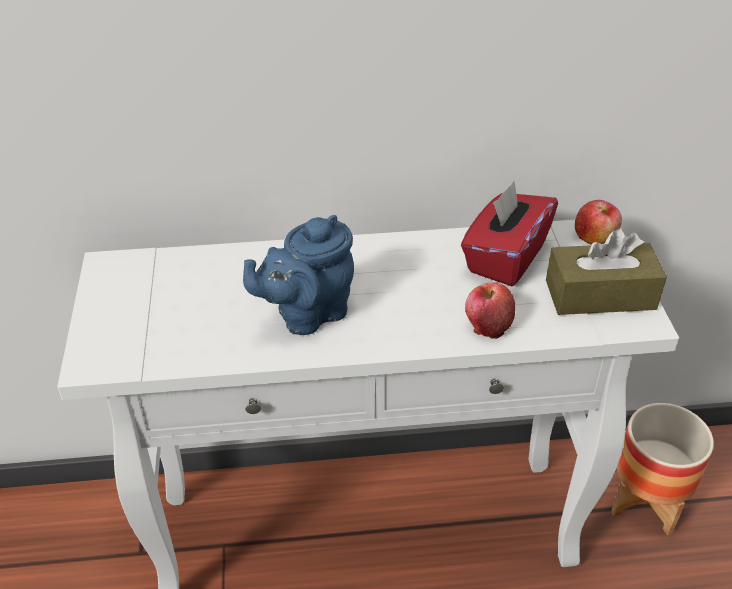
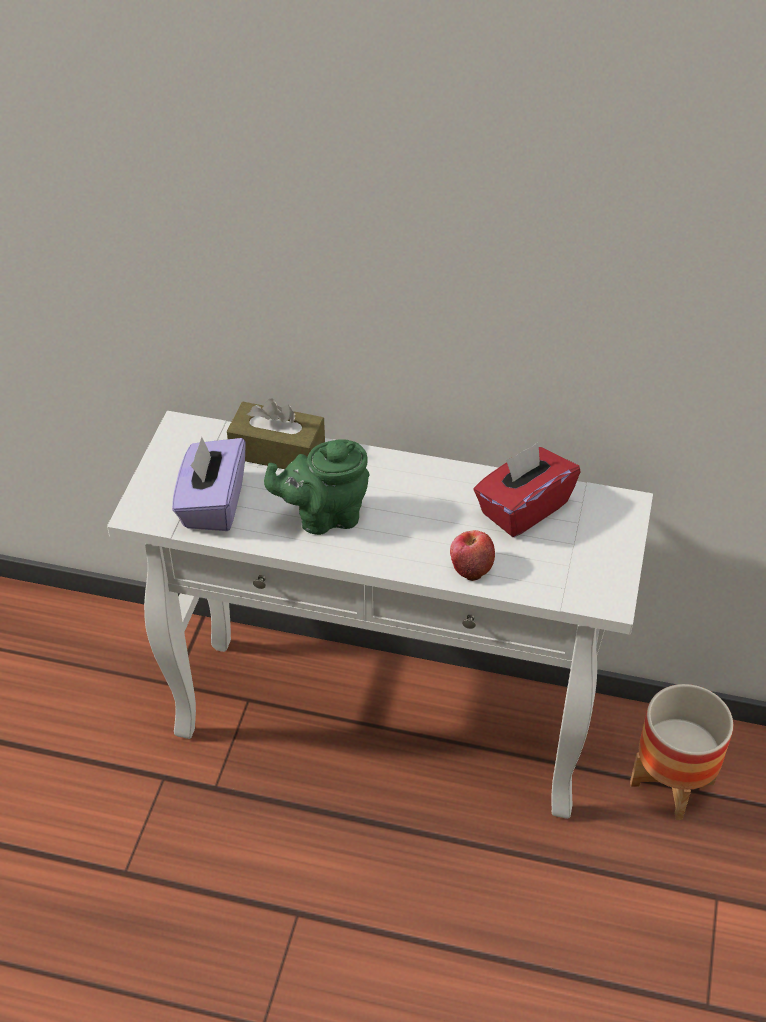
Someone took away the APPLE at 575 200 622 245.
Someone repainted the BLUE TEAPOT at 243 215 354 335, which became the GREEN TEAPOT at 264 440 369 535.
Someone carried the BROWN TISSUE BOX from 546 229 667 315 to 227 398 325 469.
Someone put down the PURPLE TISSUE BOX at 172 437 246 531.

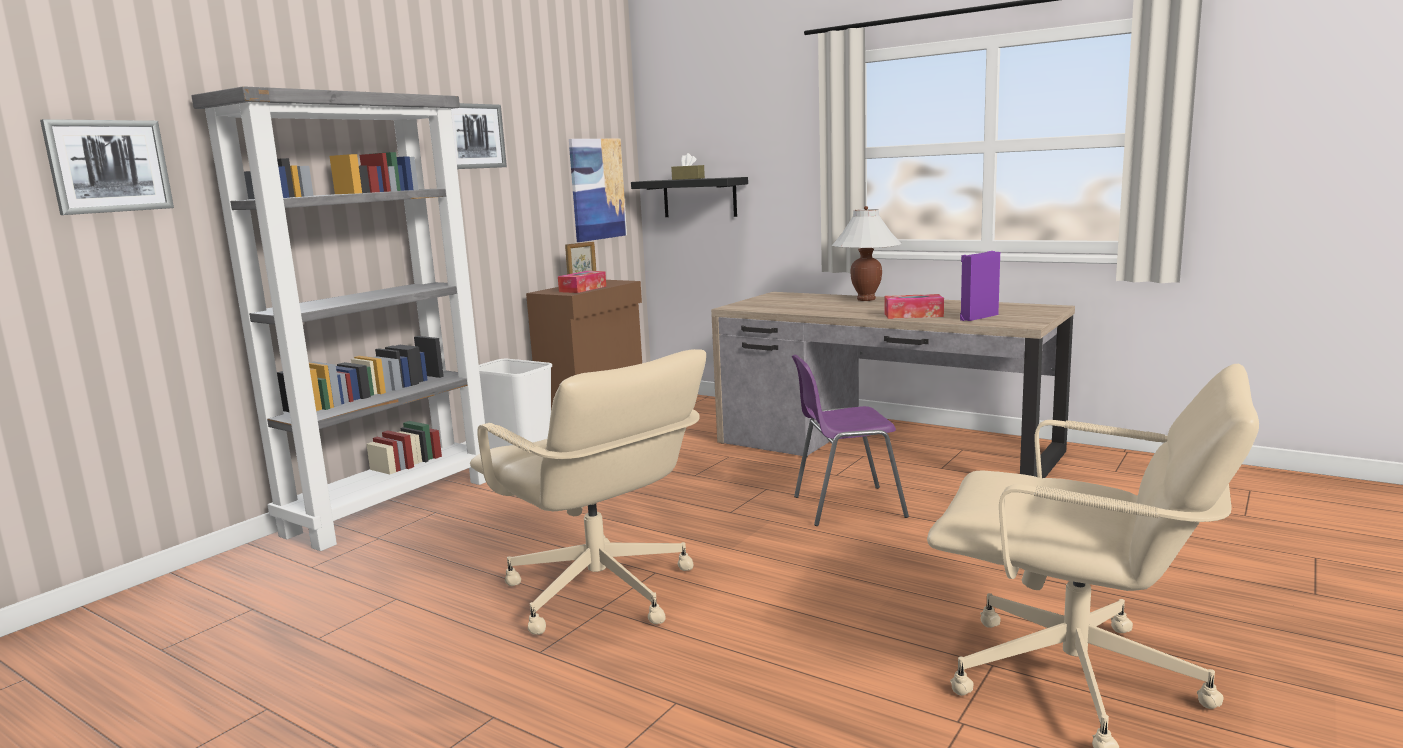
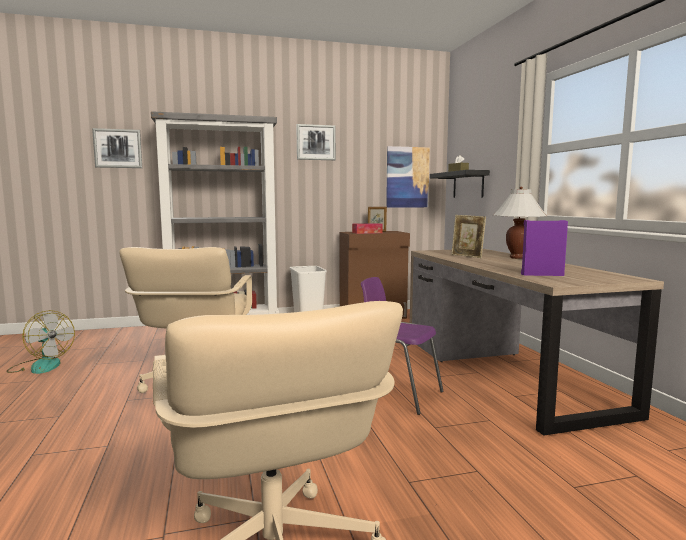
Someone took away the TISSUE BOX at 885 294 944 319.
Someone put down the PICTURE FRAME at 451 215 486 258.
Someone put down the FAN at 6 310 75 374.

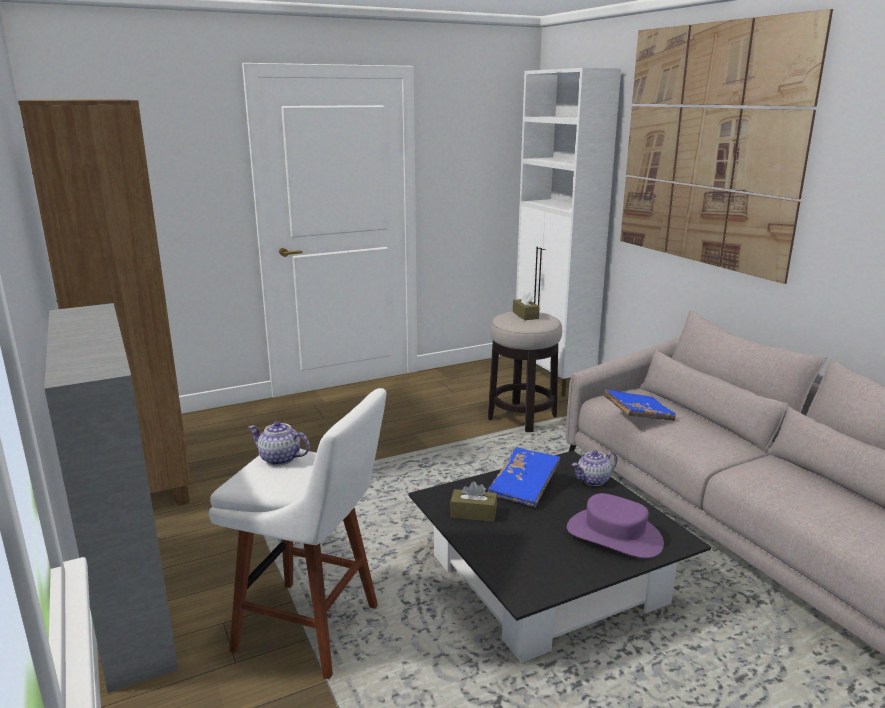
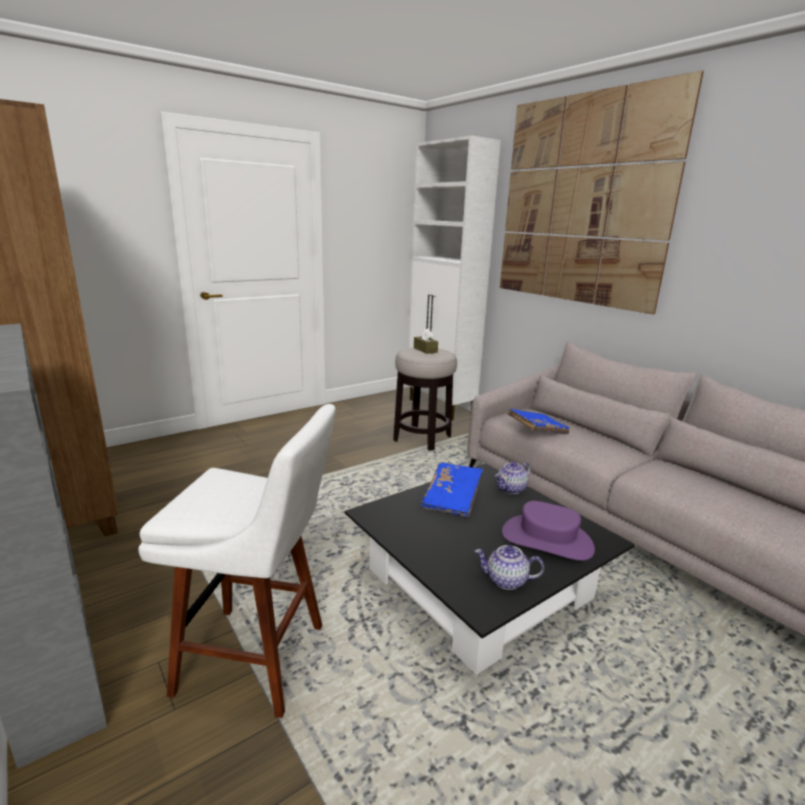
Someone carried the TEAPOT from 248 421 310 466 to 475 545 544 590.
Someone took away the BROWN TISSUE BOX at 450 481 497 522.

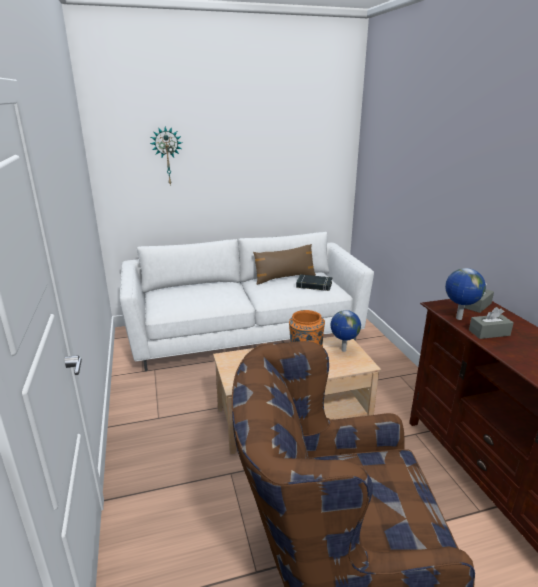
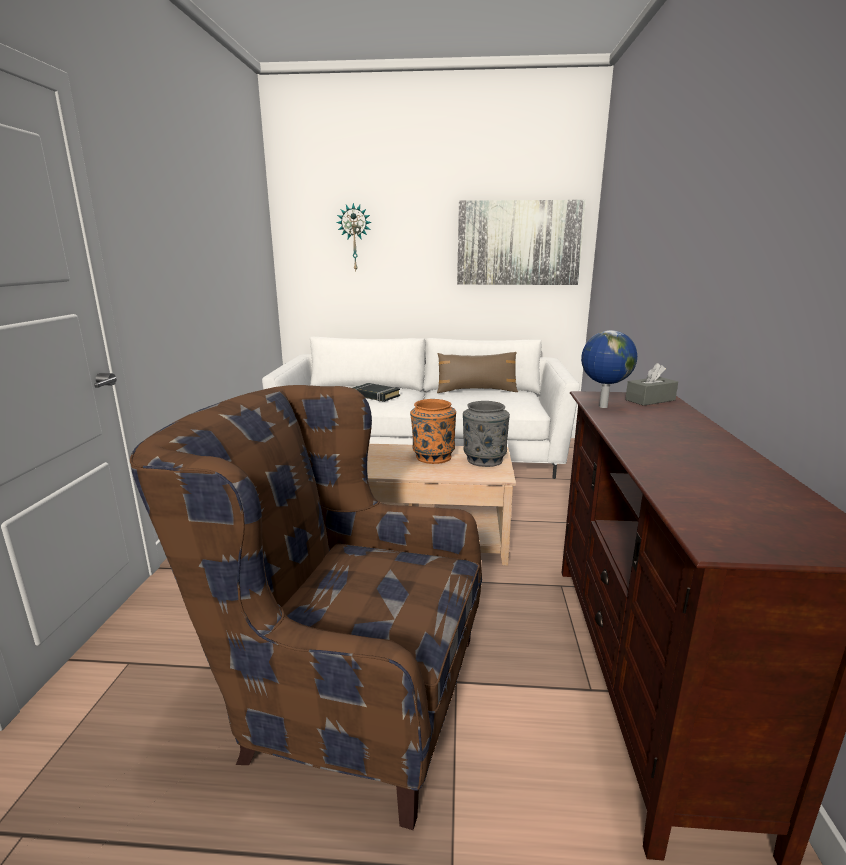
Someone carried the BLACK BOOK from 296 274 332 291 to 353 383 400 402.
Someone took away the GREY TISSUE BOX at 469 307 514 339.
Someone swapped the GLOBE at 330 310 361 352 for the GREY VASE at 463 401 510 467.
Someone put up the PICTURE at 457 200 586 285.

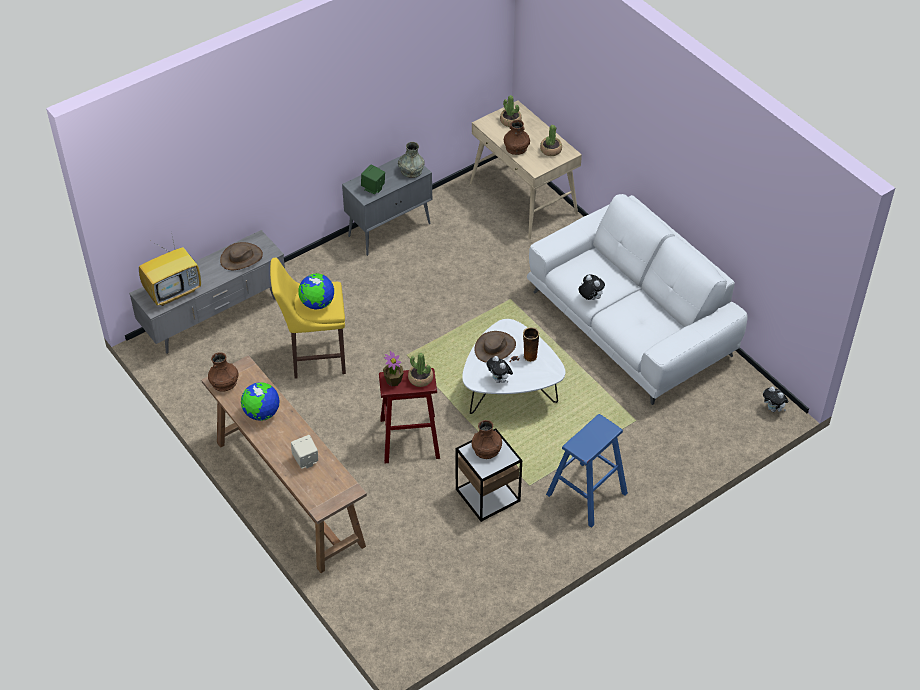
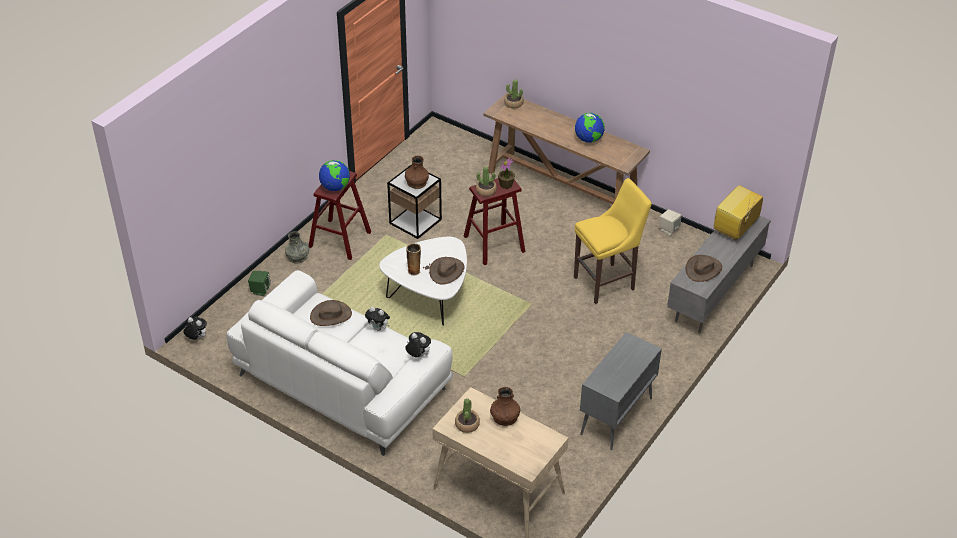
Someone carried the POTTED PLANT from 500 95 522 127 to 504 79 524 108.
Someone carried the GREY VASE from 398 142 425 178 to 285 231 309 264.
Someone carried the GREEN SPEAKER from 361 164 385 194 to 248 271 271 296.
Someone carried the GLOBE from 298 273 334 310 to 319 160 350 191.
Someone took away the BROWN VASE at 208 352 239 392.
Someone carried the PLUSH TOY from 486 356 513 383 to 405 332 431 358.
Someone repainted the BLUE STOOL at 546 414 628 528, which became the RED STOOL at 309 171 371 260.
Someone carried the BEIGE SPEAKER from 291 435 318 469 to 660 209 681 235.
Someone put down the BROWN HAT at 310 300 352 326.

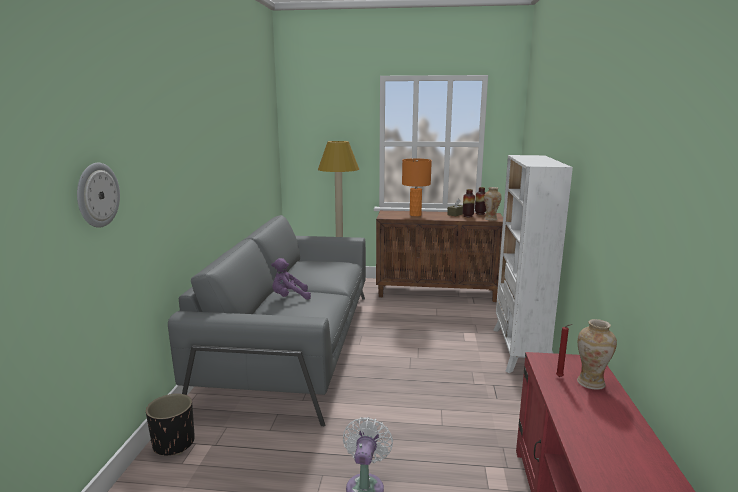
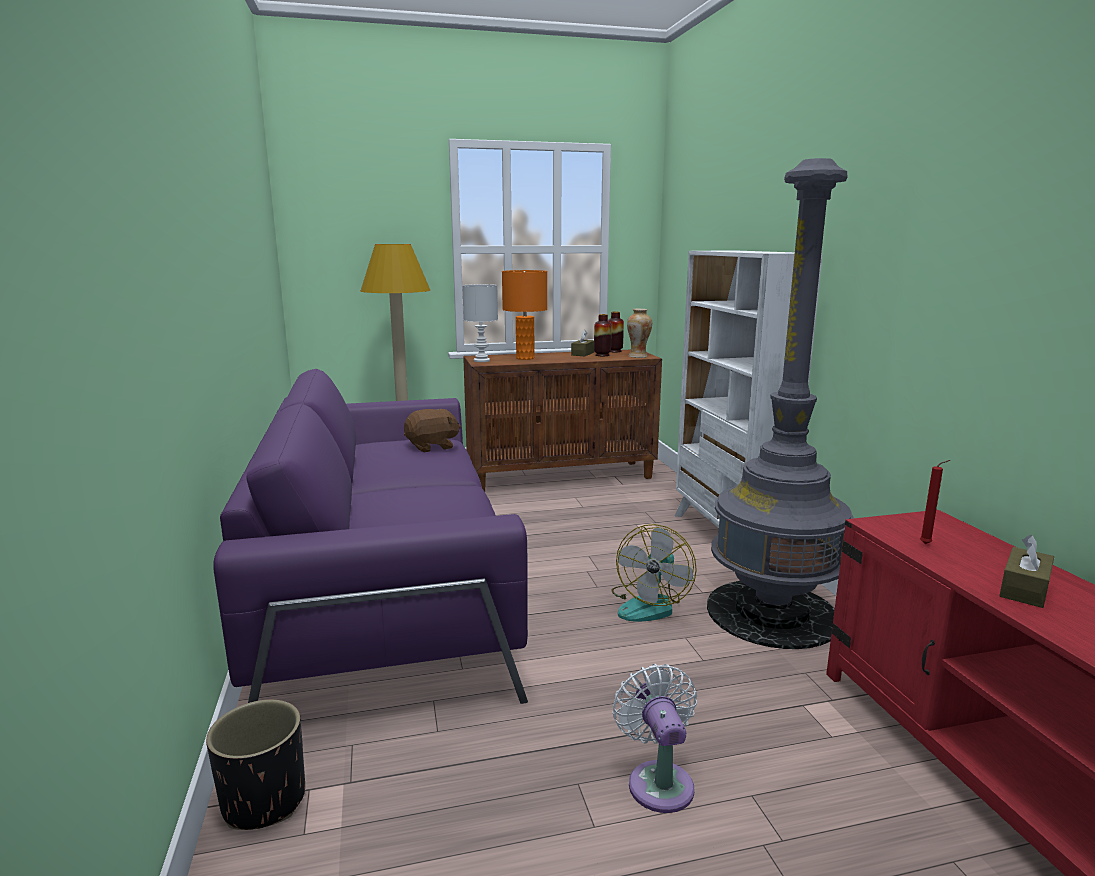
Someone took away the WALL CLOCK at 77 163 120 228.
Someone repainted the GREY SOFA at 168 215 366 426, which became the PURPLE SOFA at 213 369 528 704.
Someone took away the PURPLE PLUSH TOY at 271 258 311 300.
Someone took away the VASE at 577 319 617 390.
Someone put down the GREY FLOOR LAMP at 707 158 854 649.
Someone put down the WHITE TABLE LAMP at 462 284 498 362.
Someone put down the BROWN PLUSH TOY at 404 409 461 452.
Someone put down the FAN at 611 524 697 621.
Someone put down the BROWN TISSUE BOX at 999 535 1054 608.

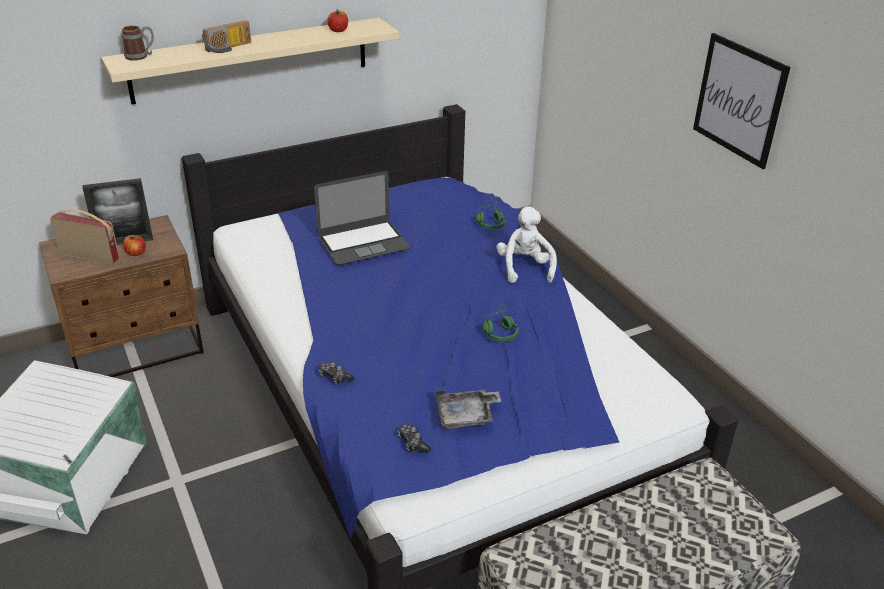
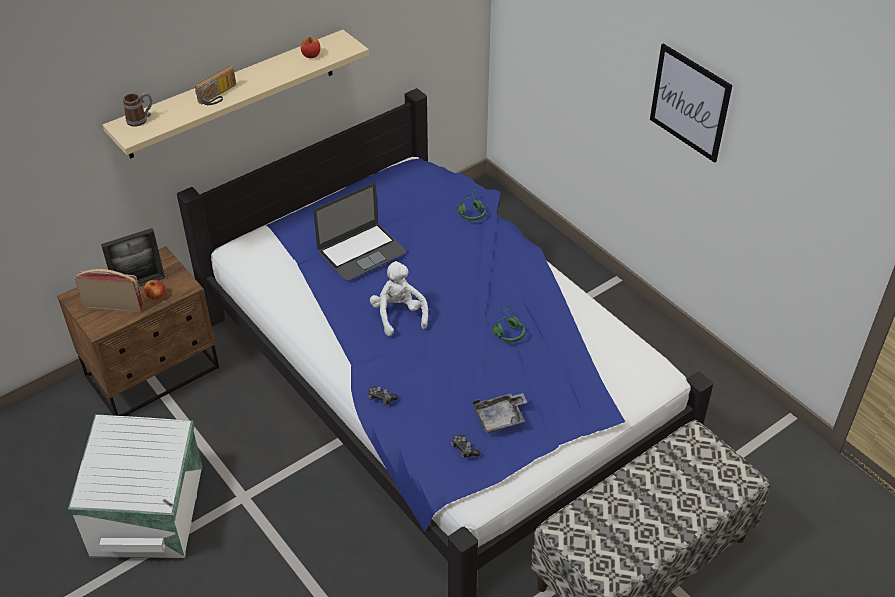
Someone carried the WHITE PLUSH TOY from 496 206 557 283 to 370 261 428 336.

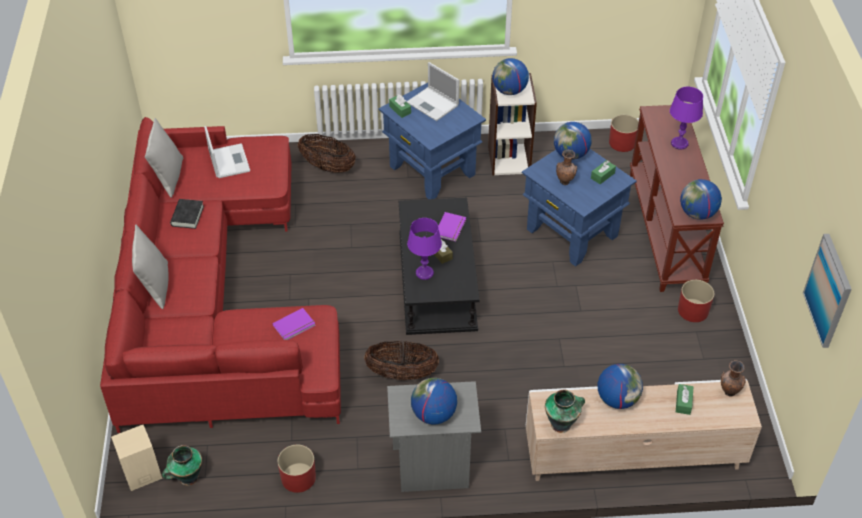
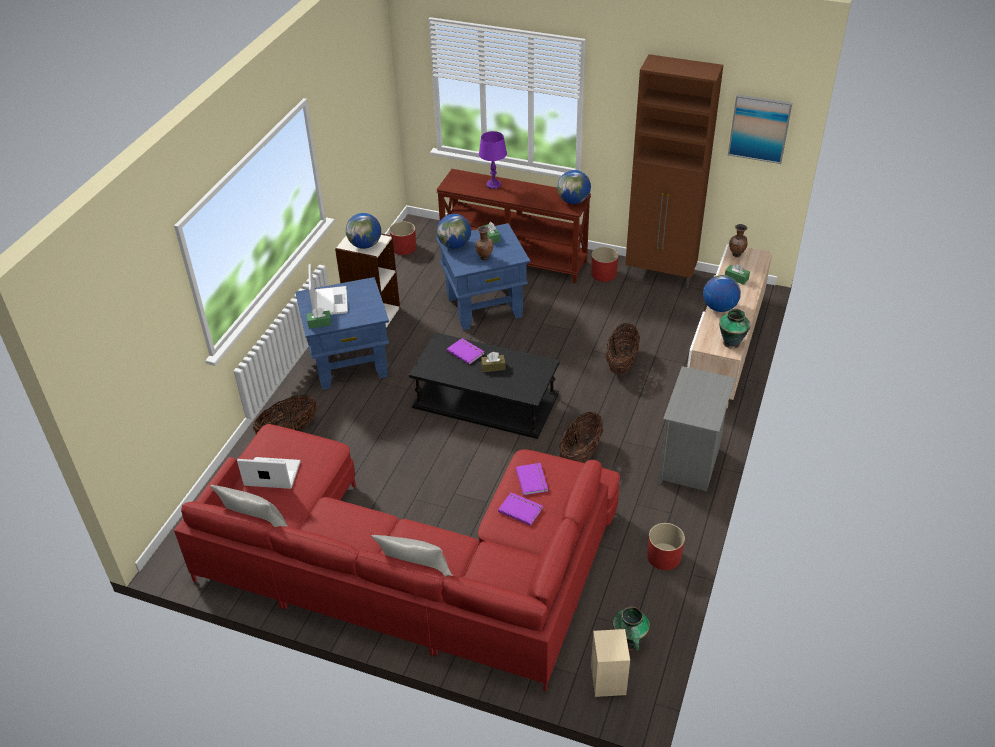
Someone rotated the LAPTOP at 407 62 459 121 by 75 degrees counterclockwise.
Someone took away the BLACK BOOK at 170 199 204 229.
Someone took away the PURPLE TABLE LAMP at 407 218 442 280.
Someone took away the GLOBE at 411 378 457 424.
Someone put down the BROWN CABINET at 625 54 723 288.
Someone put down the BASKET at 606 323 640 374.
Someone put down the PURPLE BOOK at 498 492 543 526.

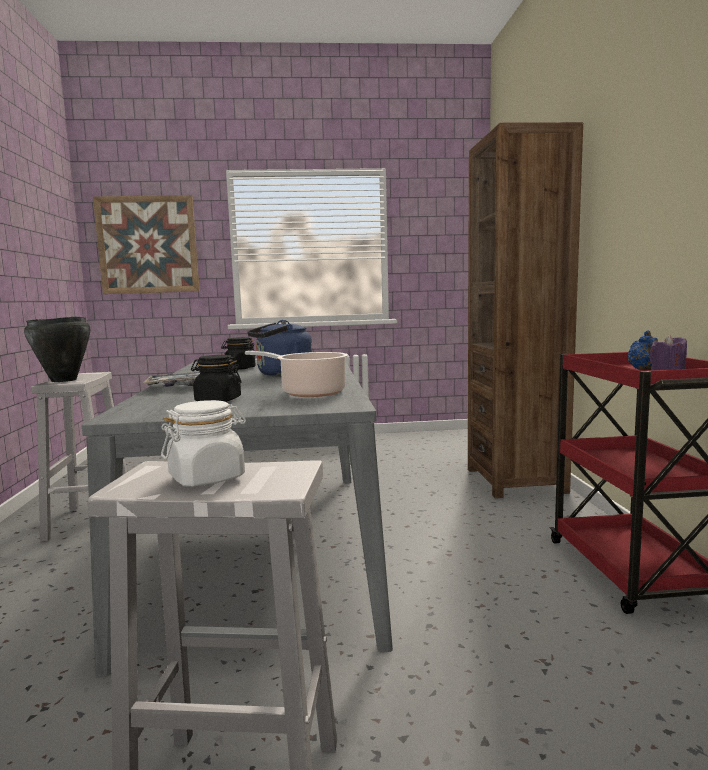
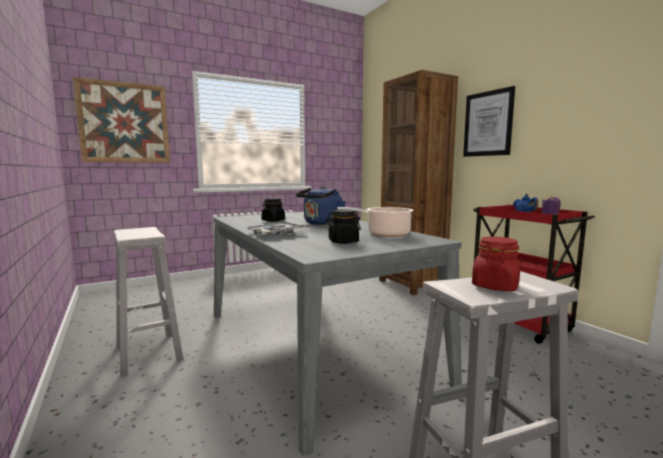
Someone took away the BLACK COOKING POT at 24 316 90 382.
Someone repainted the WHITE JAR at 161 400 246 487, which became the RED JAR at 472 236 521 291.
Someone put up the PICTURE at 463 86 515 157.

